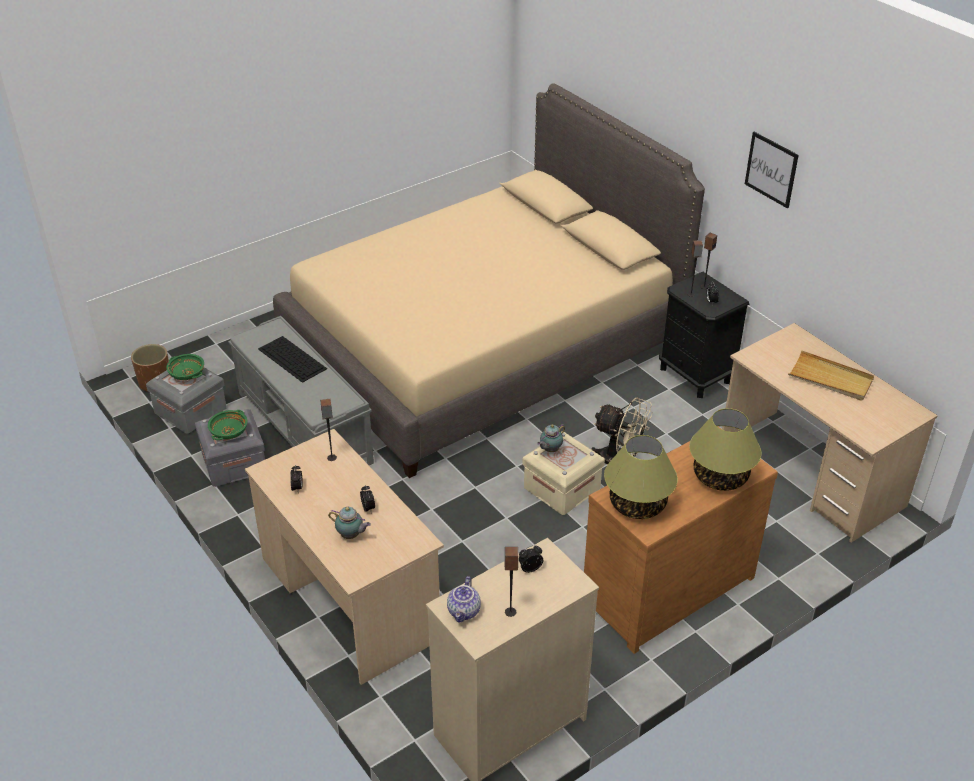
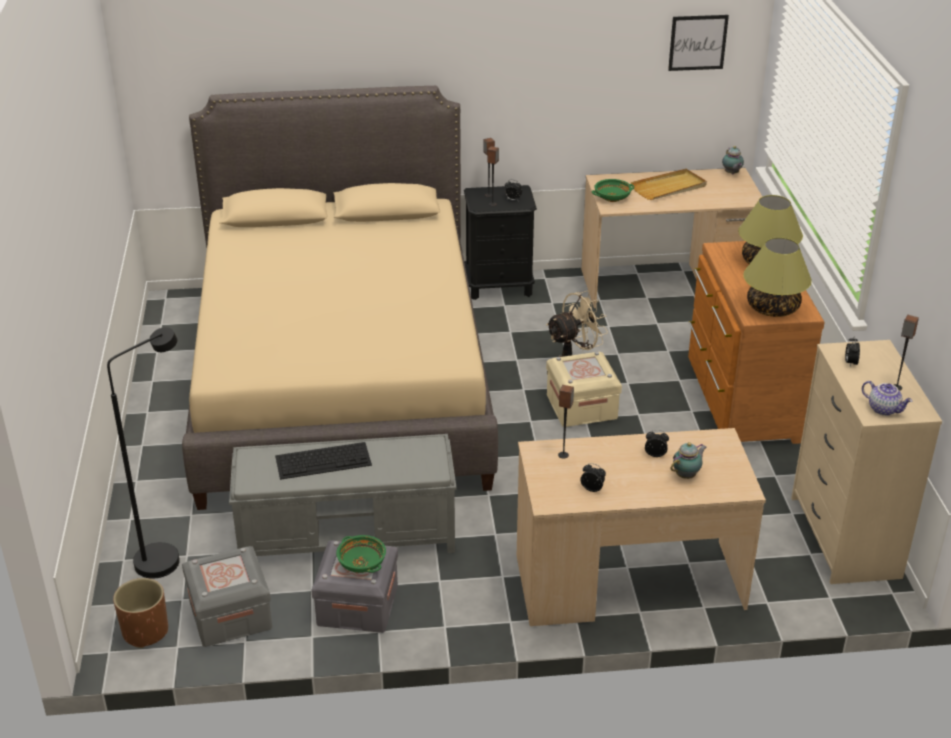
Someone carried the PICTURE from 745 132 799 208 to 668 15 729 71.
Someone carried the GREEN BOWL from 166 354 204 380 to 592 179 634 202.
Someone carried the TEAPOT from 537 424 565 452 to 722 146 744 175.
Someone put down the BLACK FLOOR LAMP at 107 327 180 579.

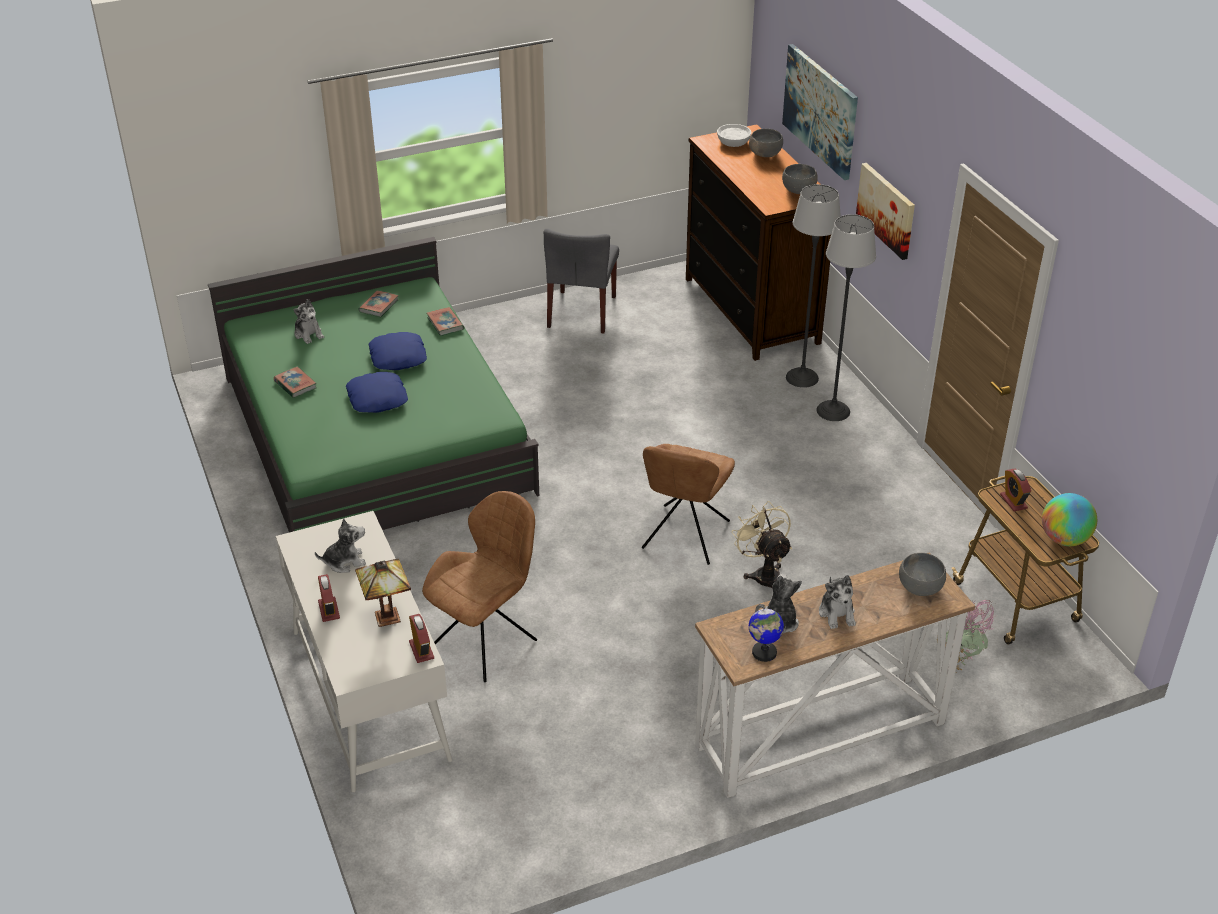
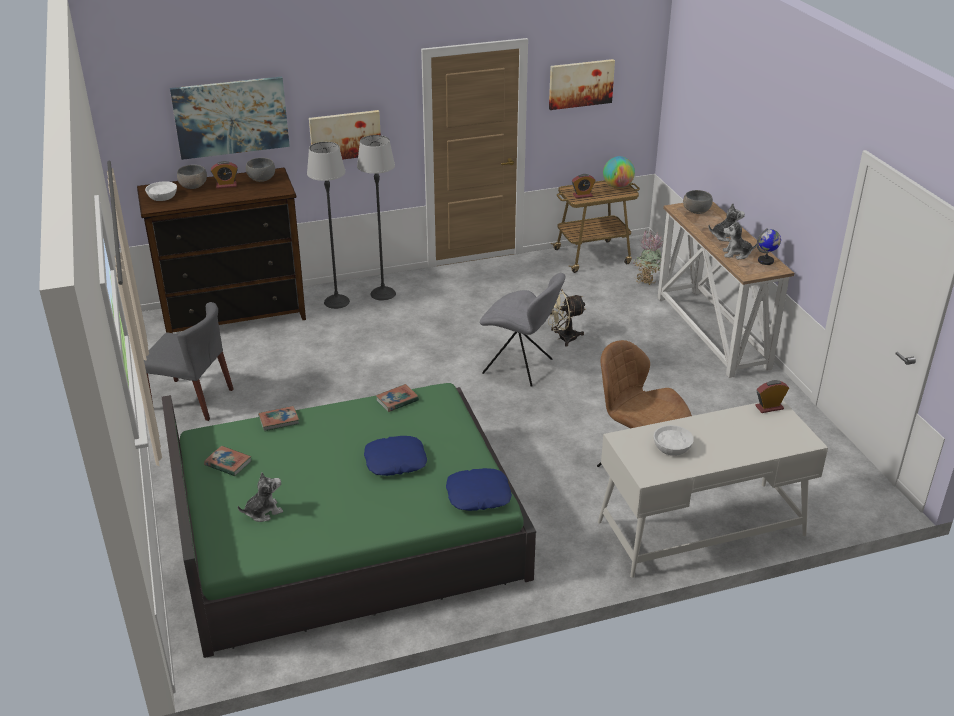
Someone carried the BLUE PILLOW from 369 332 427 370 to 446 468 512 511.
Someone carried the BOOK from 274 367 317 398 to 376 384 419 412.
Someone repainted the BROWN CHAIR at 642 444 735 565, which became the GREY CHAIR at 480 273 565 387.
Someone swapped the PLUSH TOY at 315 518 366 573 for the WHITE BOWL at 653 425 694 456.
Someone took away the TABLE LAMP at 355 559 411 627.
Someone carried the ALARM CLOCK from 318 574 340 622 to 211 161 238 189.
Someone put up the PICTURE at 549 59 615 110.

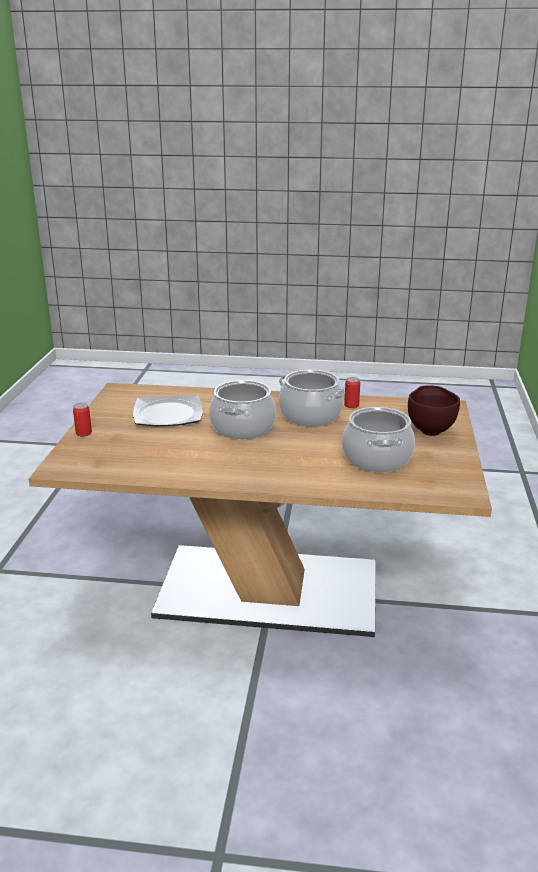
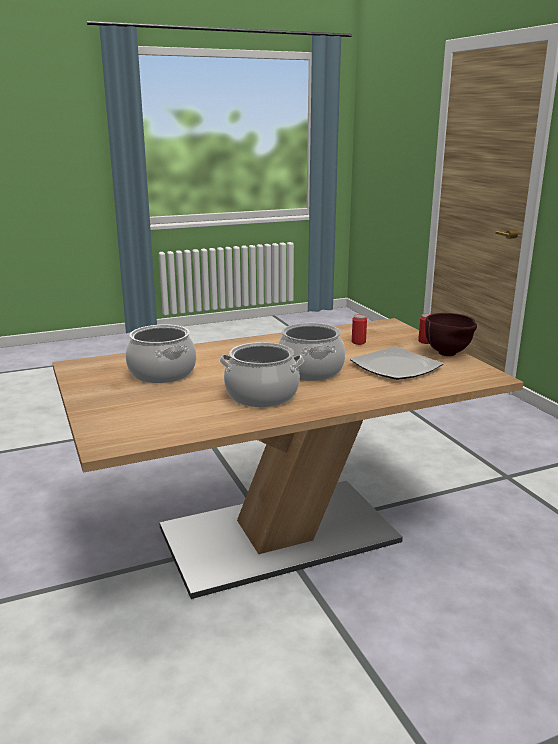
Someone carried the CAN from 344 377 360 408 to 352 314 367 345.
Someone carried the BROWN BOWL from 408 385 460 436 to 425 313 477 356.

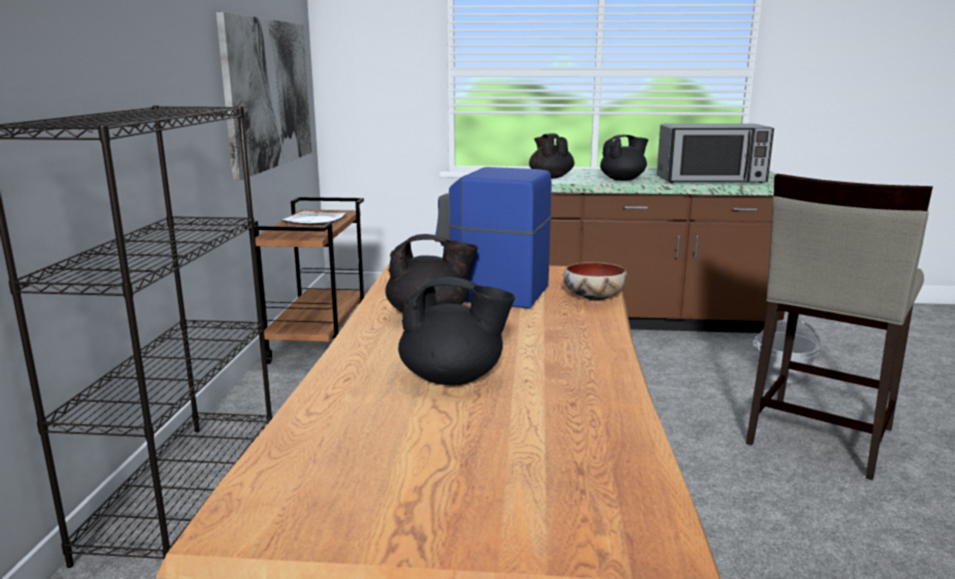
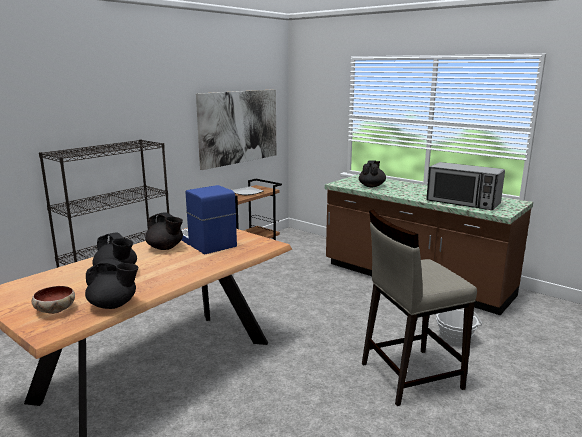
Someone carried the BLACK TEAPOT from 600 135 648 181 to 85 259 138 309.
Someone carried the BOWL from 563 262 628 301 to 32 286 75 314.

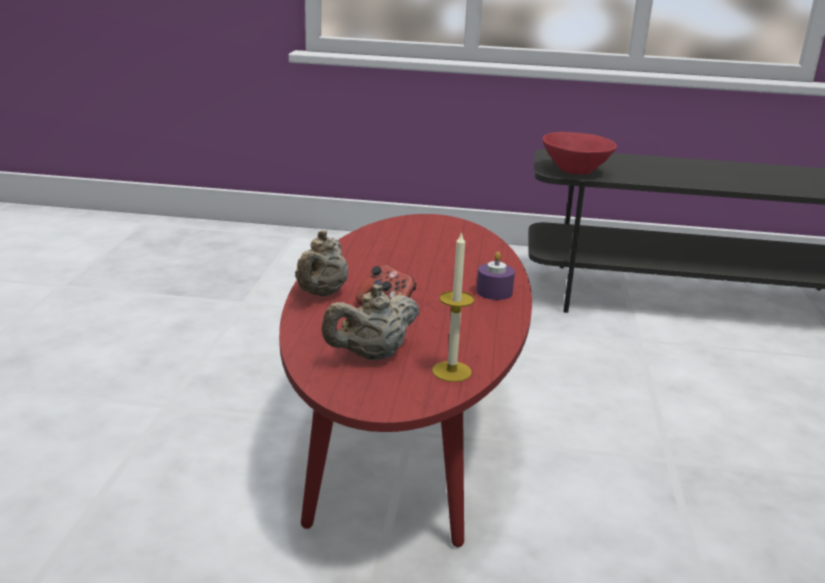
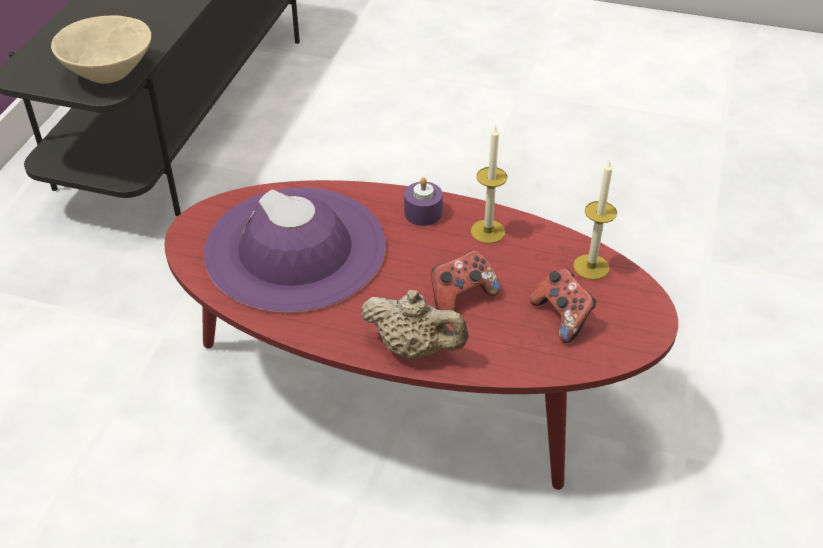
Someone repainted the RED BOWL at 542 132 617 174, which became the BEIGE BOWL at 51 15 151 84.
Someone swapped the BEIGE TEAPOT at 321 284 419 360 for the GAME CONTROLLER at 530 268 597 343.
Someone put down the CANDLE at 471 125 507 244.
Someone put down the PURPLE HAT at 204 188 386 312.

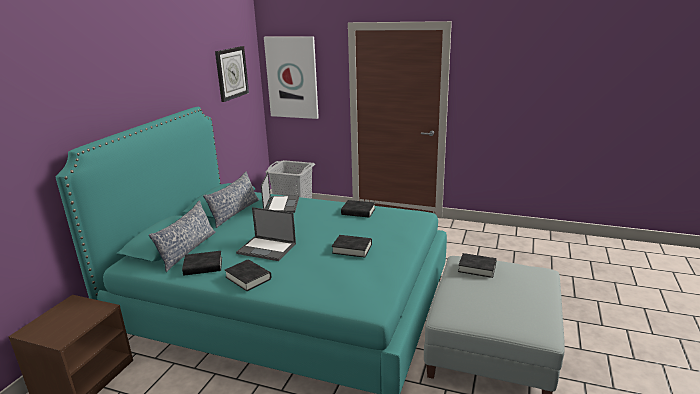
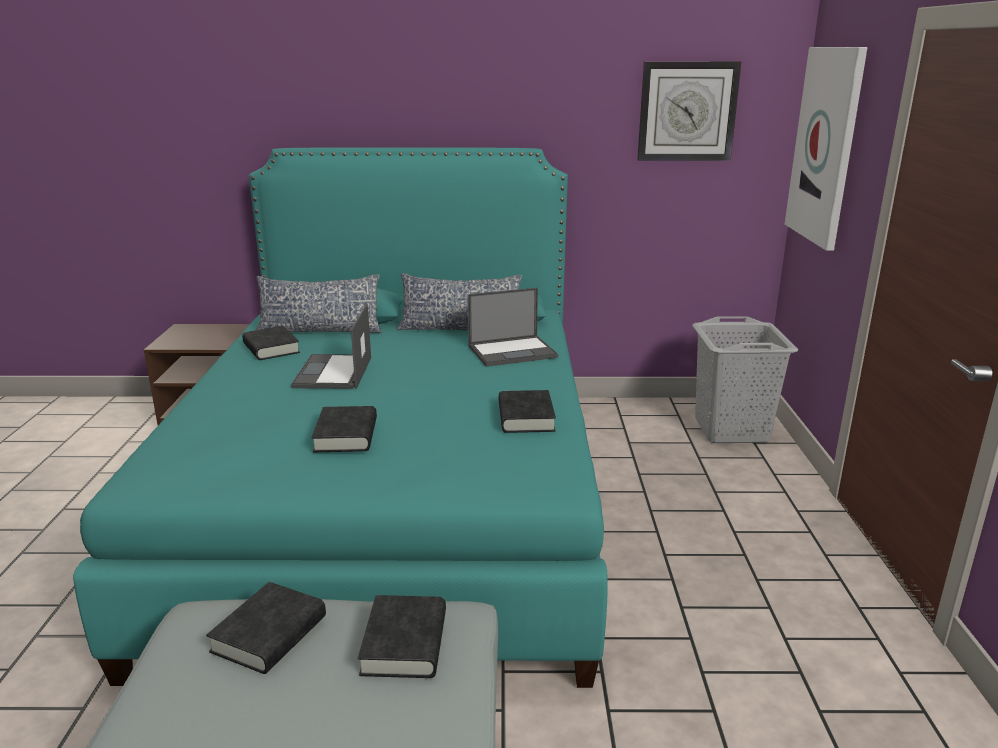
Someone carried the BLACK BOOK from 225 259 271 291 to 206 582 326 674.

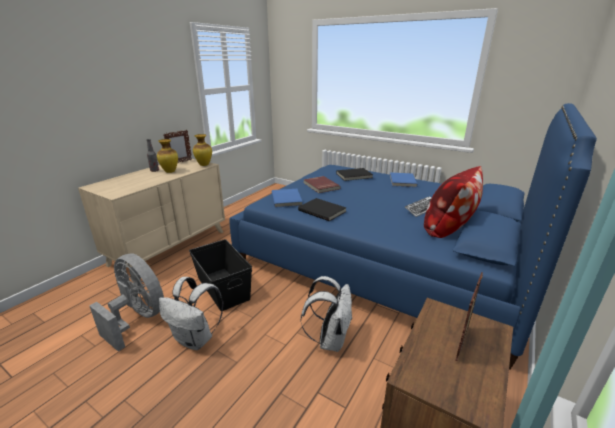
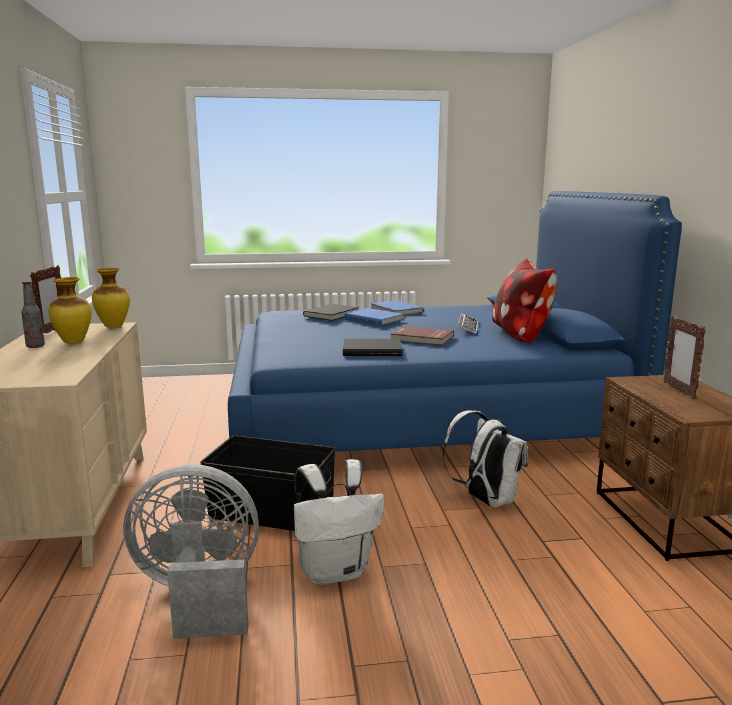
Someone carried the RED BOOK from 304 176 341 193 to 391 326 454 345.
Someone carried the BLUE BOOK from 272 189 303 208 to 344 308 404 325.

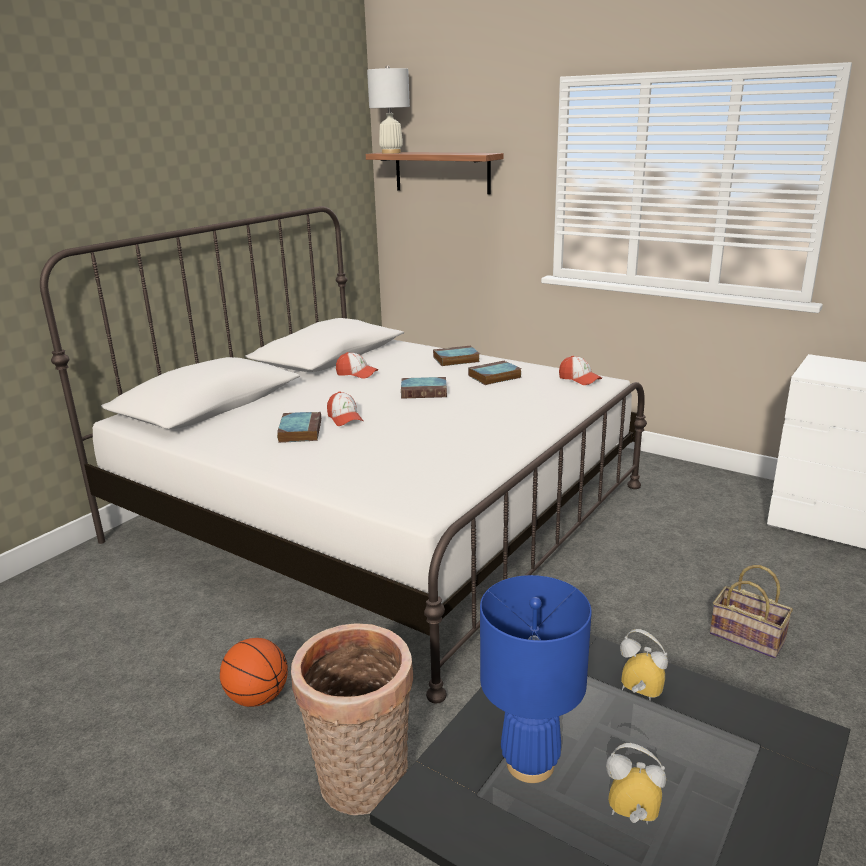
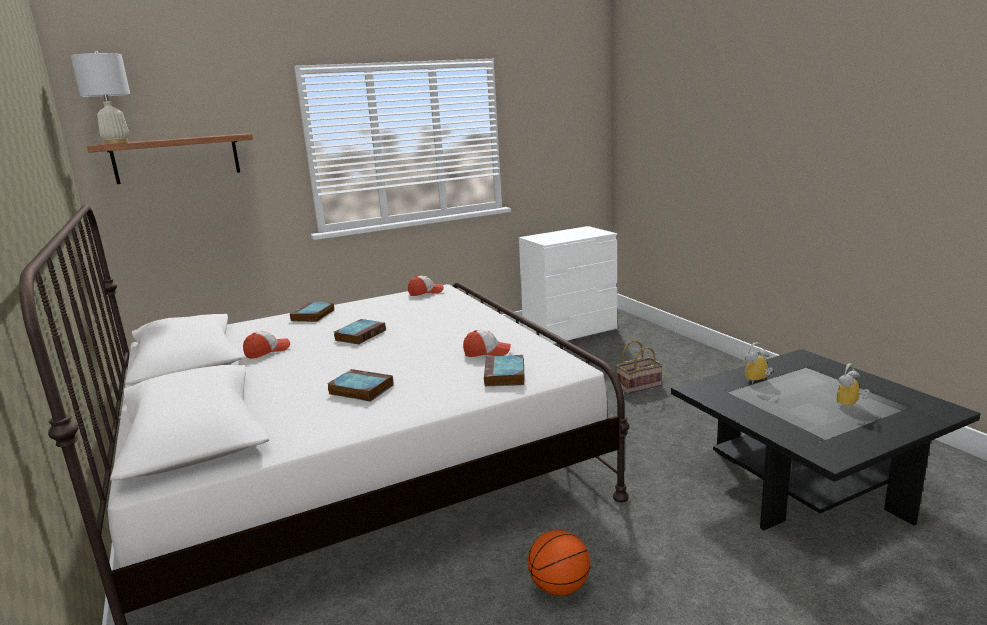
Someone carried the BOOK from 468 360 522 385 to 484 355 525 387.
Someone carried the CAP from 327 391 363 426 to 463 330 511 357.
Someone took away the BLUE TABLE LAMP at 480 575 592 783.
Someone took away the BASKET at 291 623 413 815.

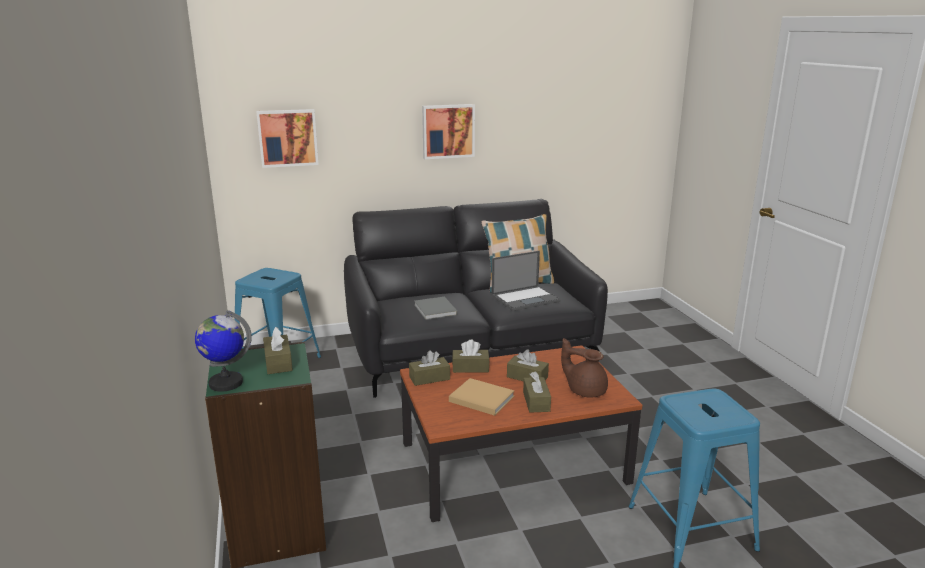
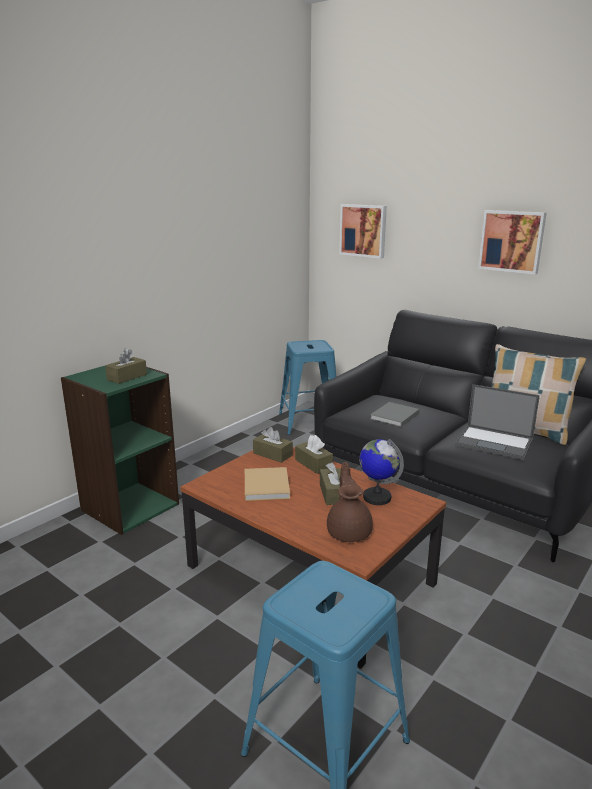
Someone carried the GLOBE from 195 310 252 392 to 359 439 404 505.
Someone took away the BROWN TISSUE BOX at 523 371 551 413.

